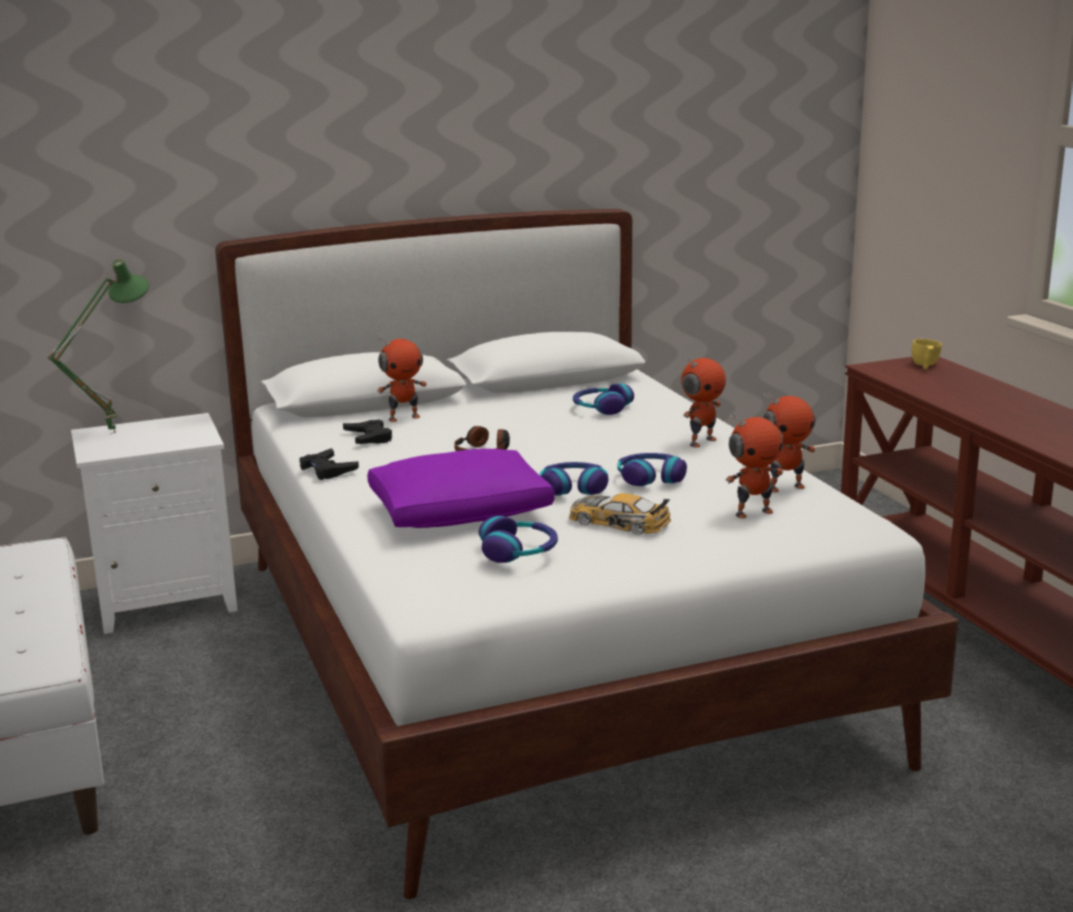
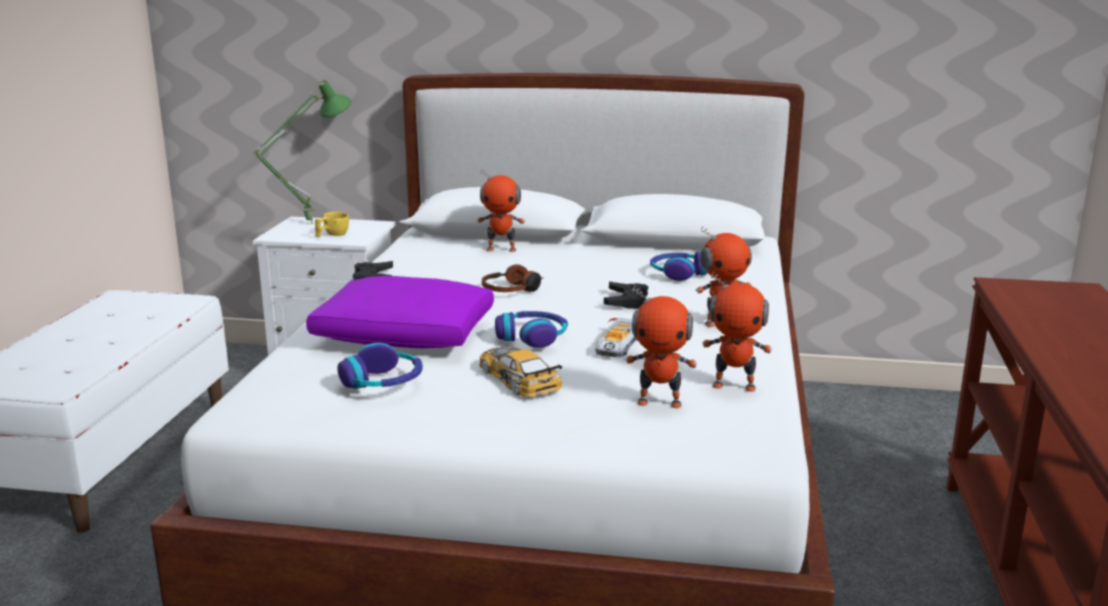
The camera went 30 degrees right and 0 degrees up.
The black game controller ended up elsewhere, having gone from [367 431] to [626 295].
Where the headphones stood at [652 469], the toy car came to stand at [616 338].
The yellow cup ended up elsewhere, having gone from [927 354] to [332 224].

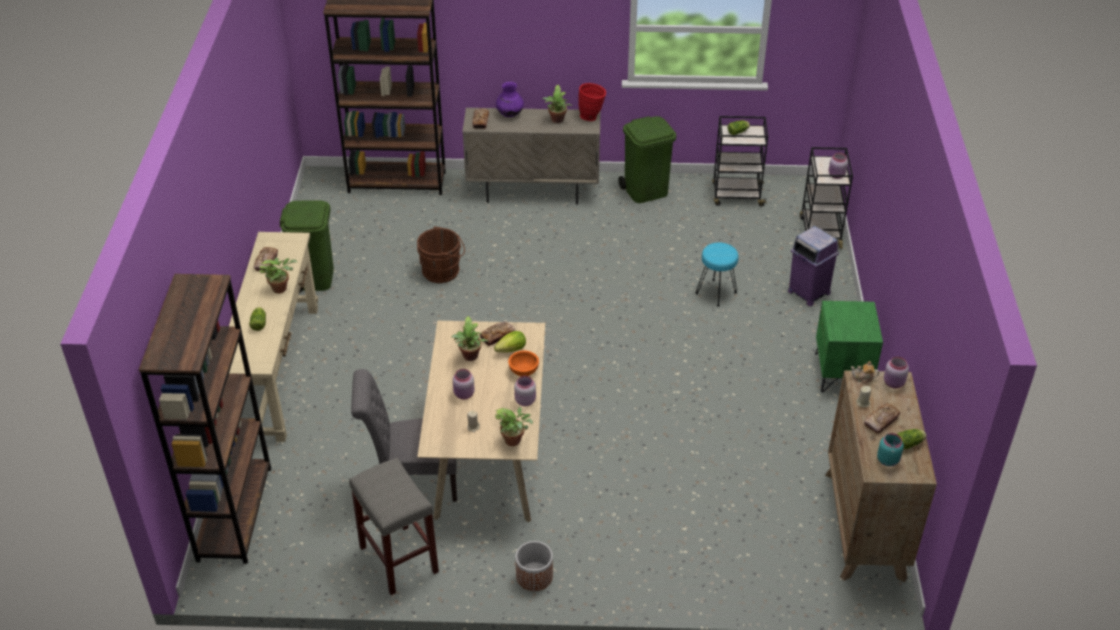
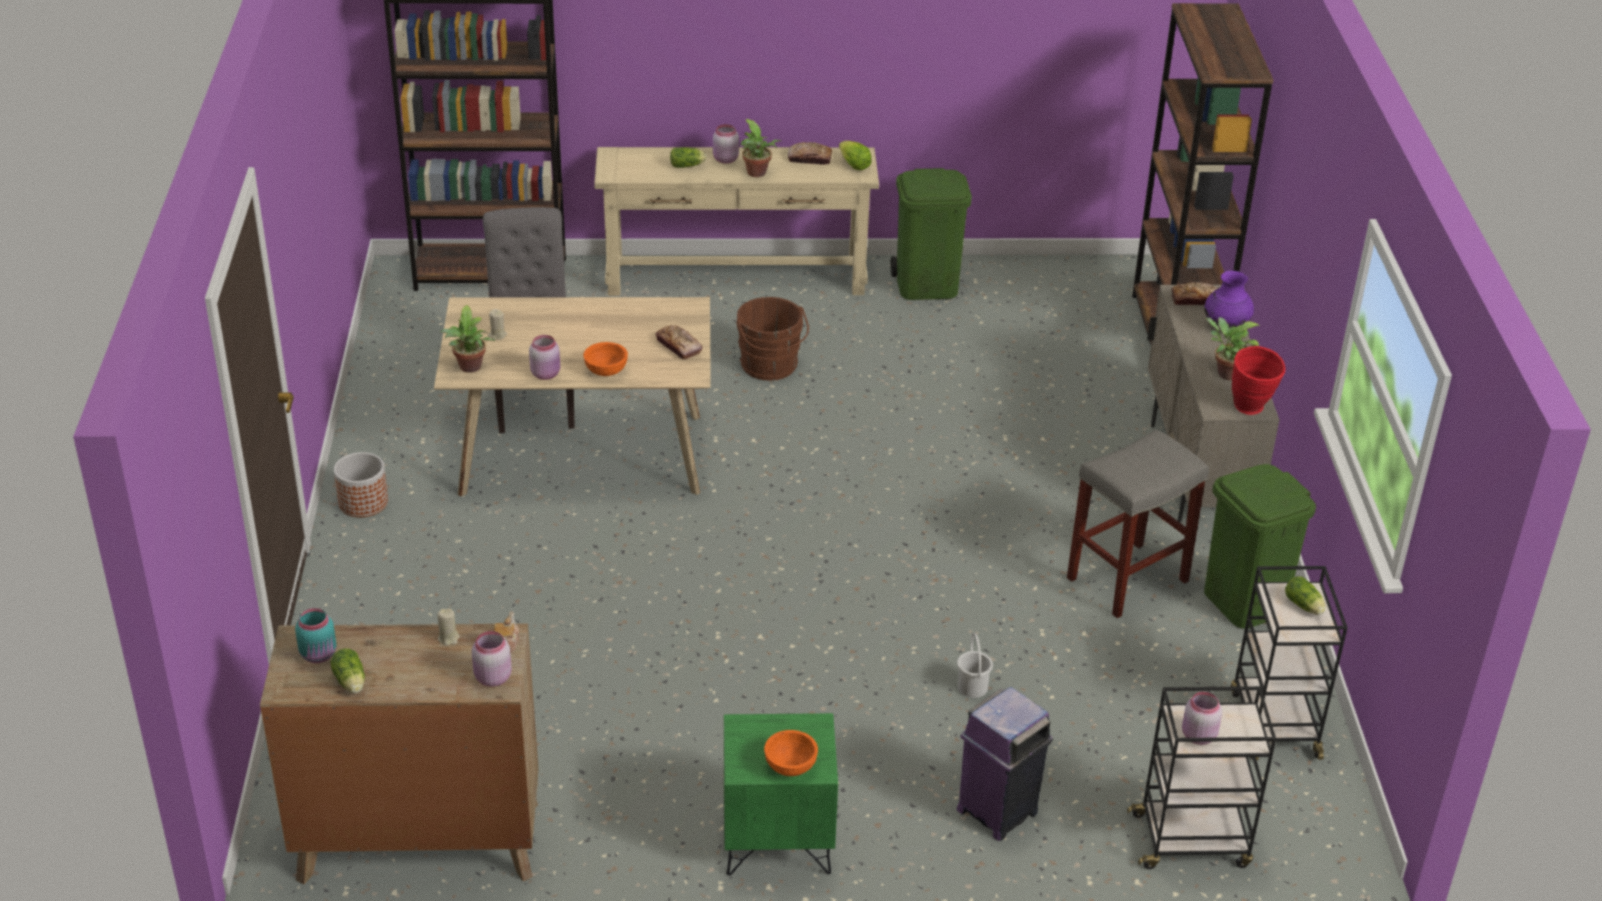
The camera went 85 degrees right and 5 degrees down.
The grey stool ended up elsewhere, having gone from [394 526] to [1138 523].
The brown bucket ended up elsewhere, having gone from [441 254] to [772 339].
The second view lost the potted plant at [470 338].
The pink jar ended up elsewhere, having gone from [464 384] to [726 144].
The lettuce ended up elsewhere, having gone from [510 342] to [855 155].
Where the turquoise stool stood at [717 274], the white bucket came to stand at [975 665].
The second view lost the bread at [882 418].
The second view gained the orange bowl at [791 753].

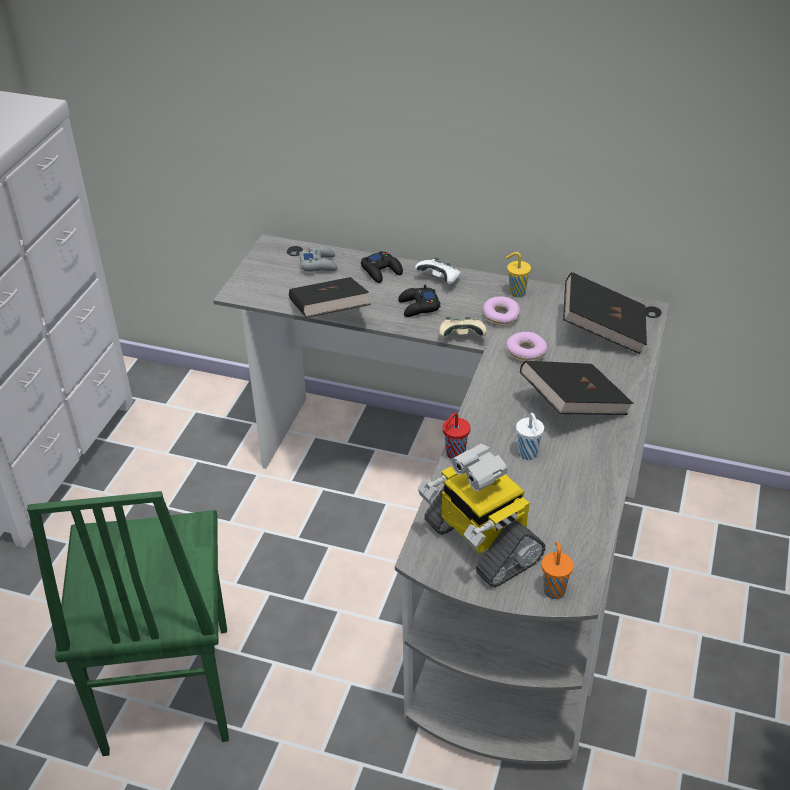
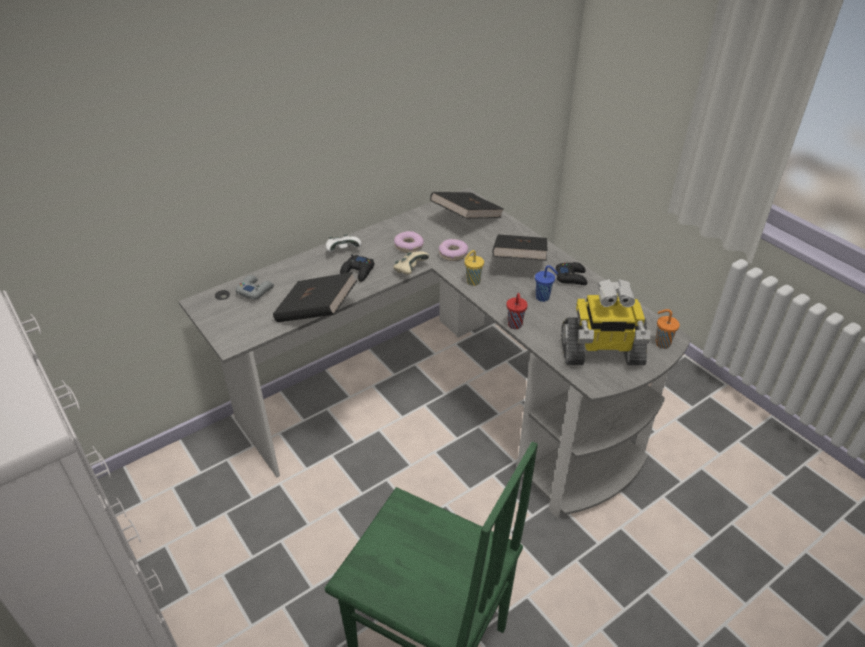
The camera went 55 degrees left and 0 degrees up.
The black game controller ended up elsewhere, having gone from [382 267] to [572 273].
The yellow cup ended up elsewhere, having gone from [518 274] to [474 268].
What was the white cup at [530 436] turned into the blue cup at [546 283].

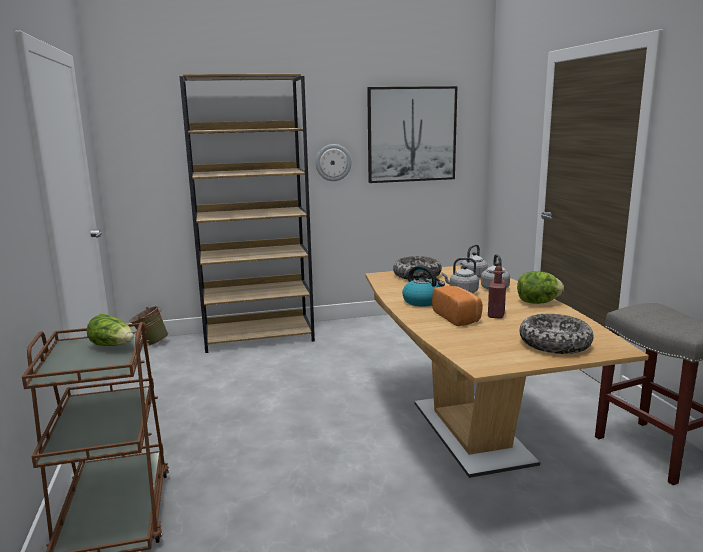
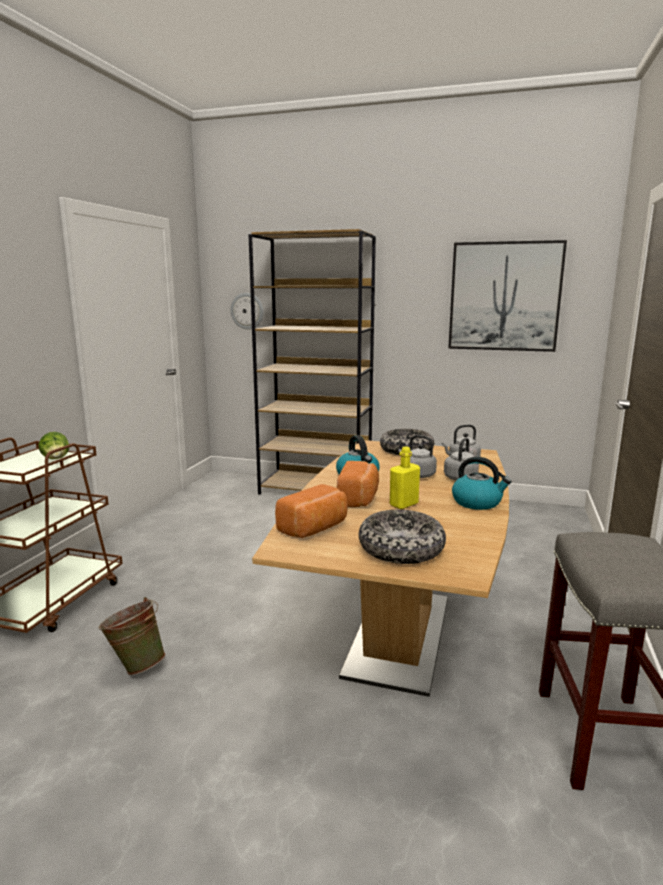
The camera went 30 degrees right and 0 degrees up.
The green bucket ended up elsewhere, having gone from [149 325] to [132 636].
The wall clock ended up elsewhere, having gone from [334 162] to [247 311].
What was the red bottle at [497 292] turned into the yellow bottle at [405 477].
Where the lettuce stood at [540 287], the kettle came to stand at [482 483].
The second view gained the bread at [311 511].

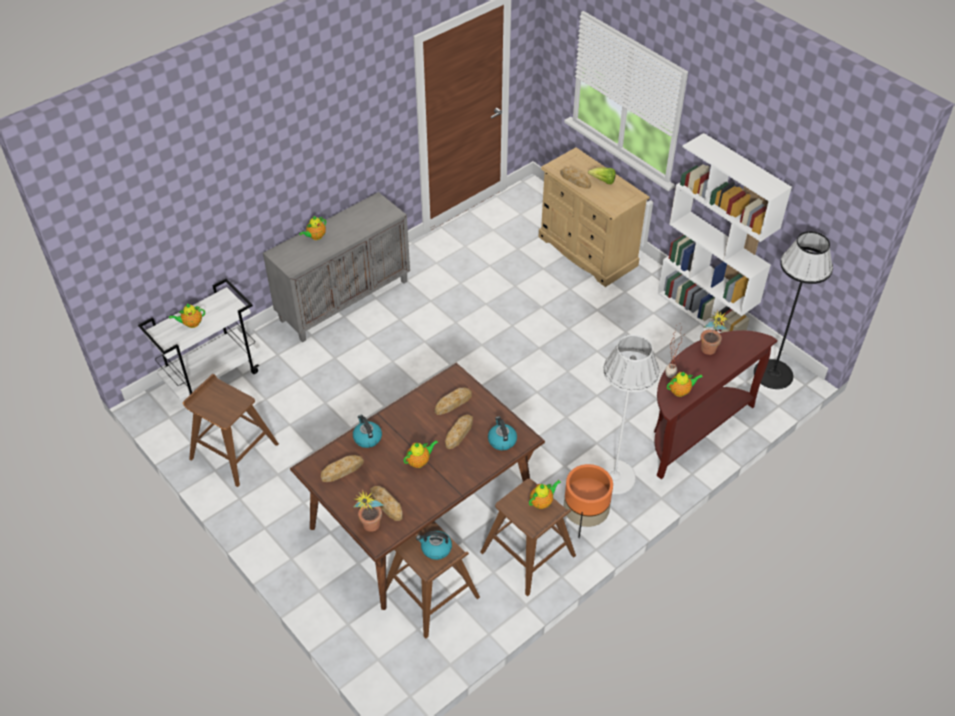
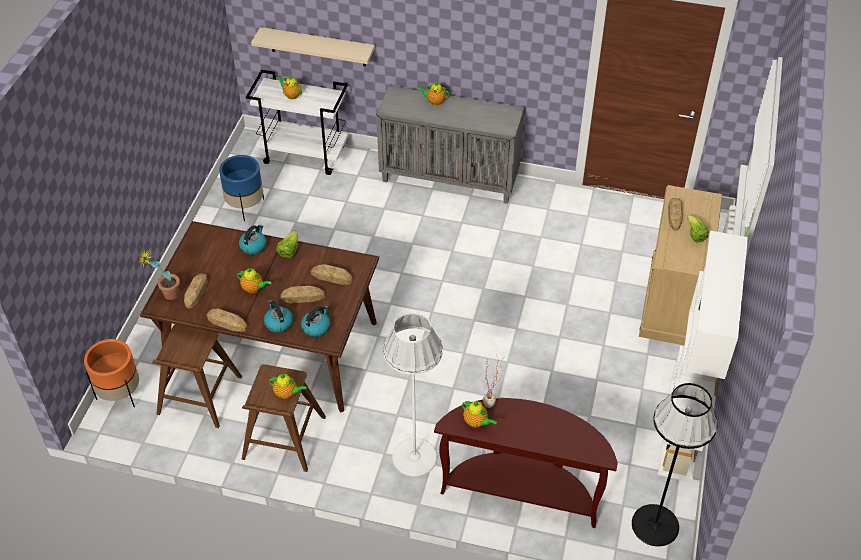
The camera went 55 degrees right and 0 degrees up.
Where the brown stool stood at [231 430], the blue planter came to stand at [241 188].
The bread ended up elsewhere, having gone from [342 468] to [227 320].
The kettle ended up elsewhere, having gone from [434 545] to [278 316].
The orange planter ended up elsewhere, having gone from [588 501] to [111 373].
The second view lost the potted plant at [714 332].
The second view gained the beige shelf at [313 46].
The second view gained the lettuce at [287 244].

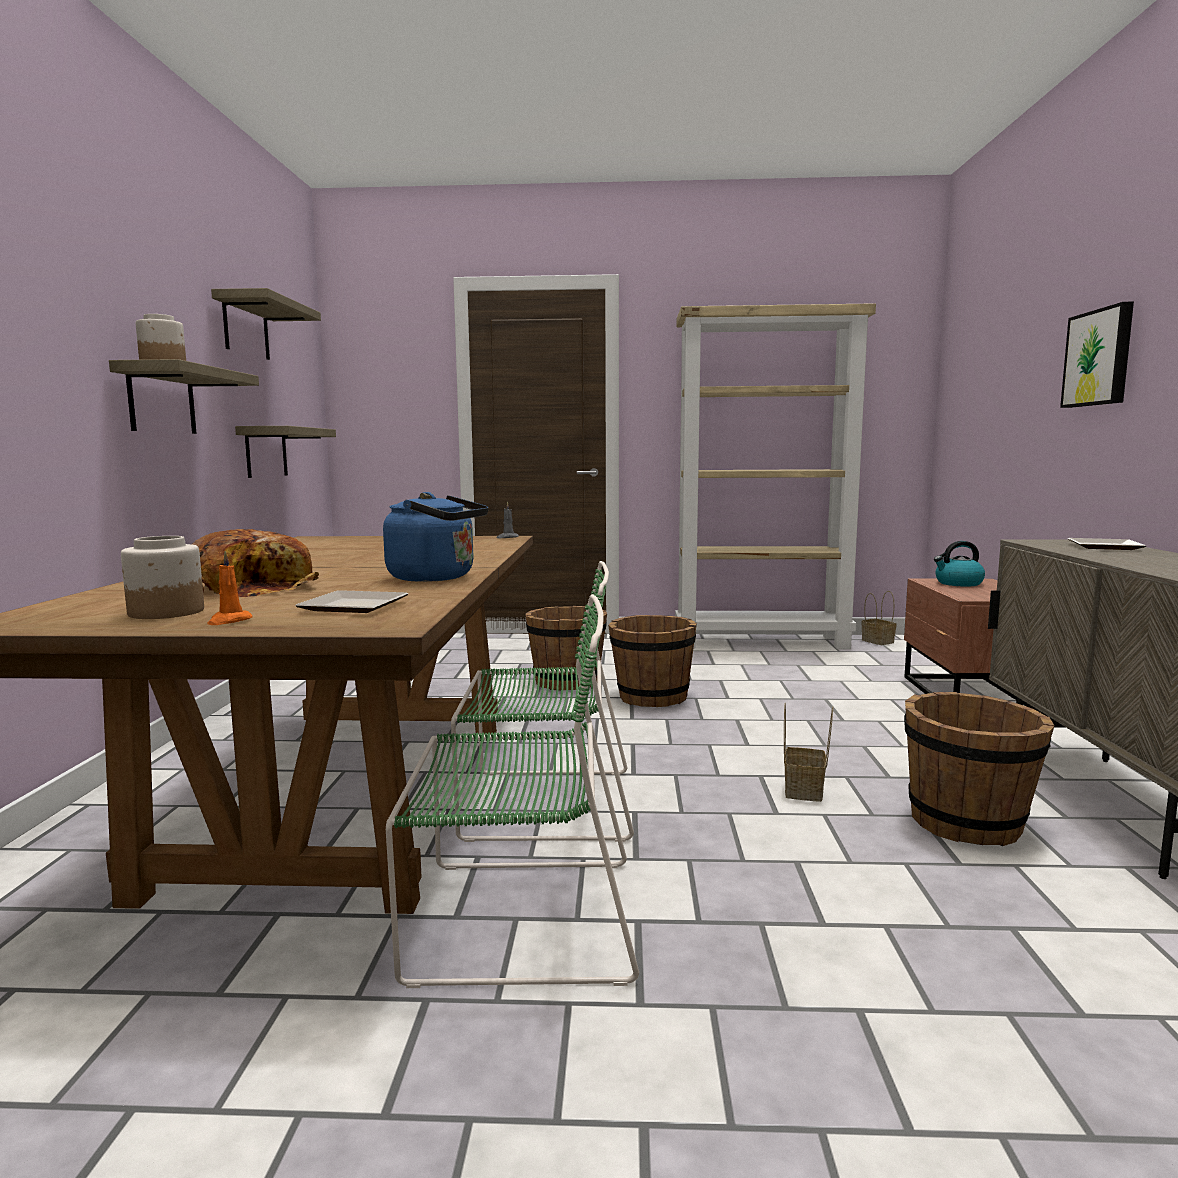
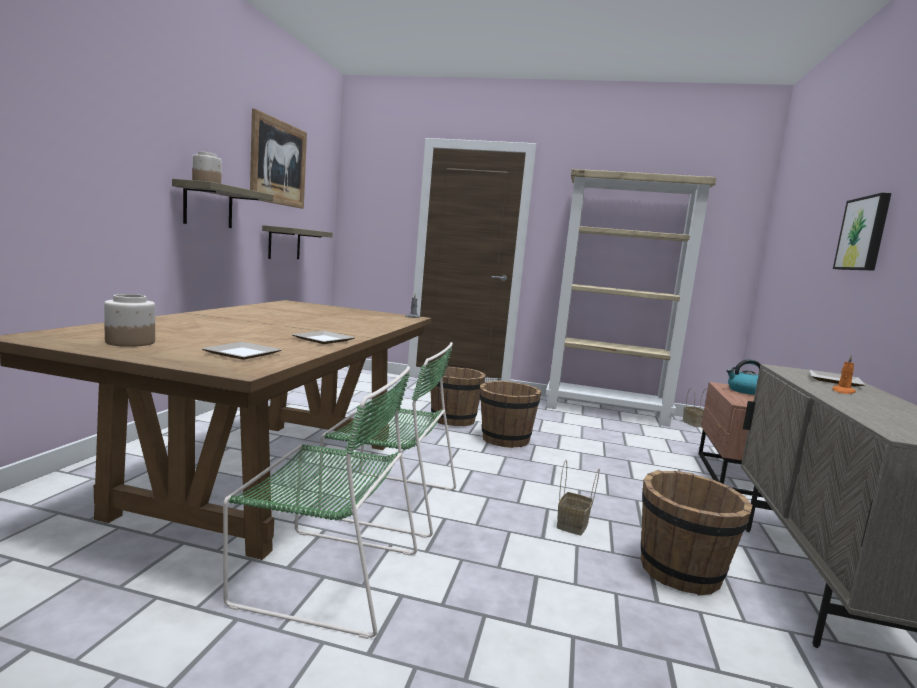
The camera went 10 degrees right and 0 degrees up.
The second view lost the bread at [255 563].
The orange candle ended up elsewhere, having gone from [229 588] to [844 374].
Where the shelf hung at [266 324], the picture came to hang at [278 159].
Where the blue kettle stood at [435 537], the plate came to stand at [323 337].

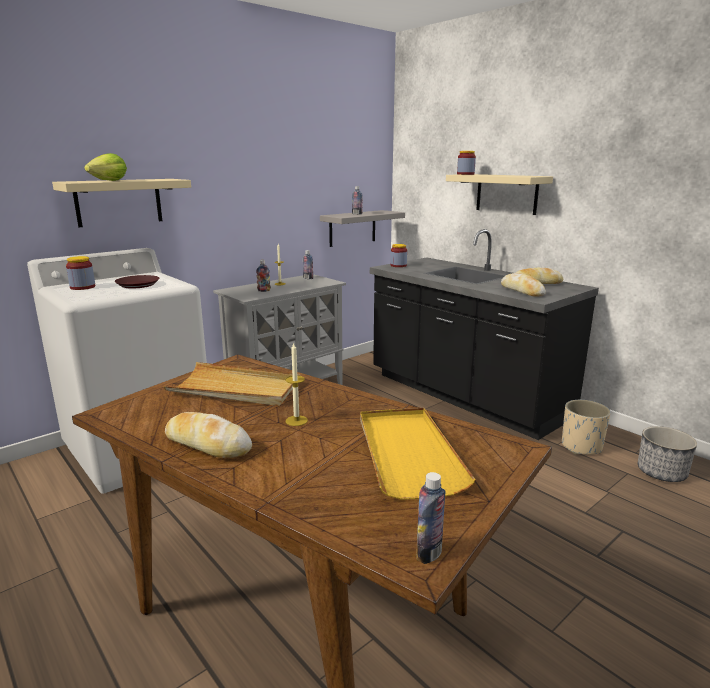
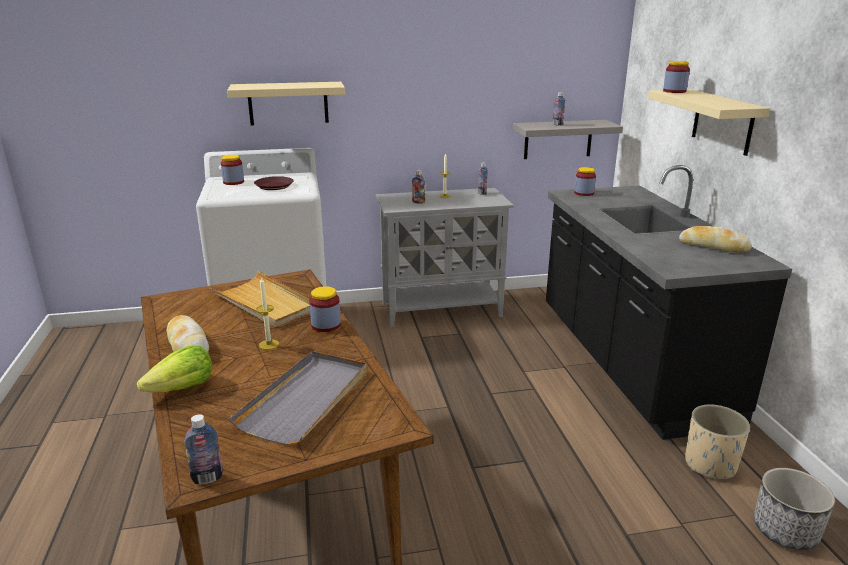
The camera went 30 degrees right and 5 degrees up.
The lettuce ended up elsewhere, having gone from [105 167] to [174 369].
What was the yellow tray at [418 454] turned into the grey tray at [298 398].
The second view lost the bread at [523 285].
The second view gained the jar at [325 309].

